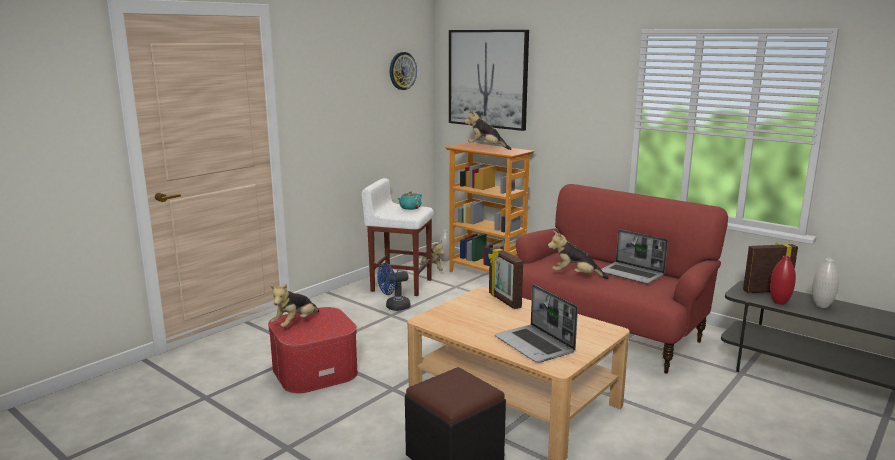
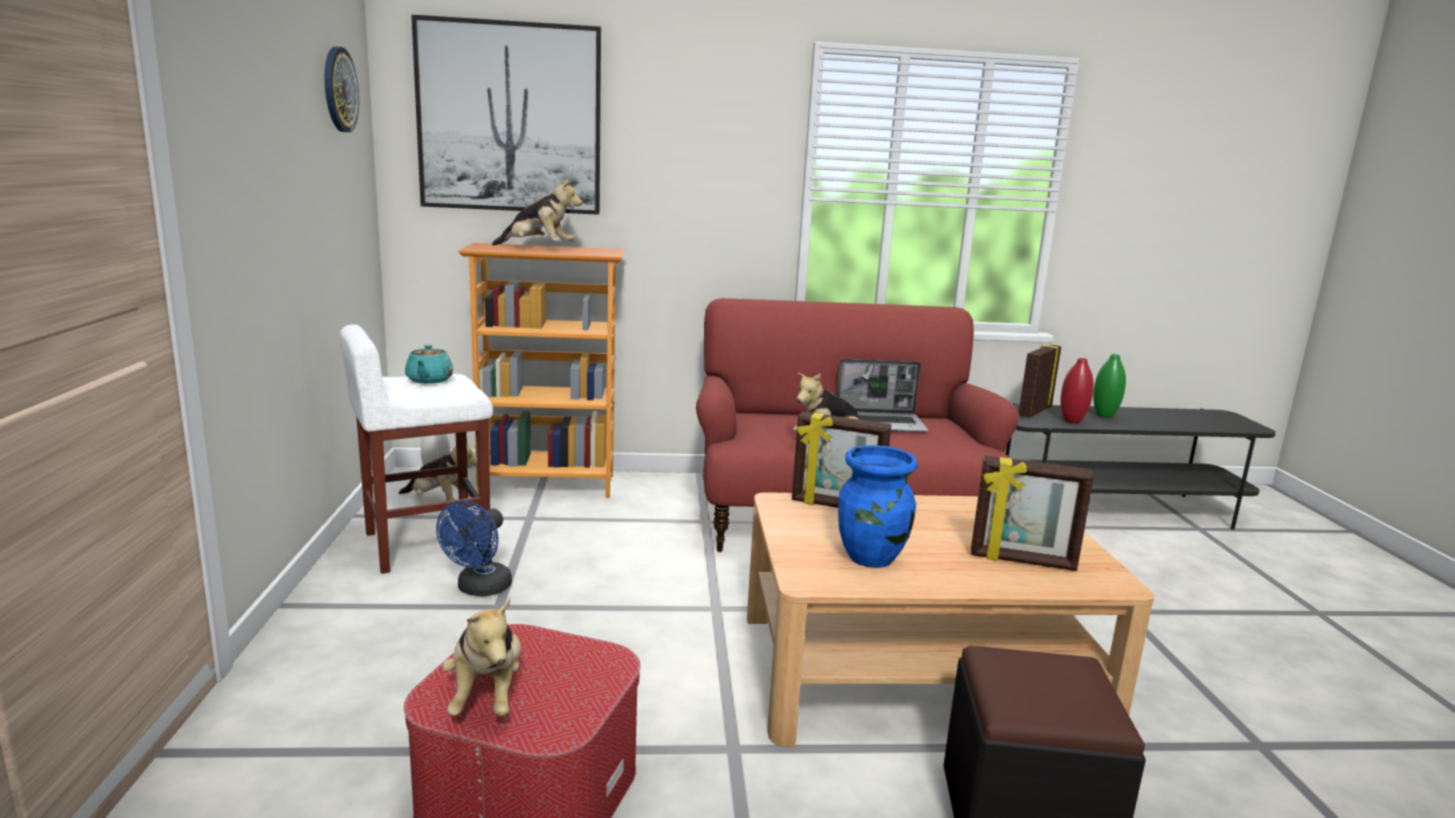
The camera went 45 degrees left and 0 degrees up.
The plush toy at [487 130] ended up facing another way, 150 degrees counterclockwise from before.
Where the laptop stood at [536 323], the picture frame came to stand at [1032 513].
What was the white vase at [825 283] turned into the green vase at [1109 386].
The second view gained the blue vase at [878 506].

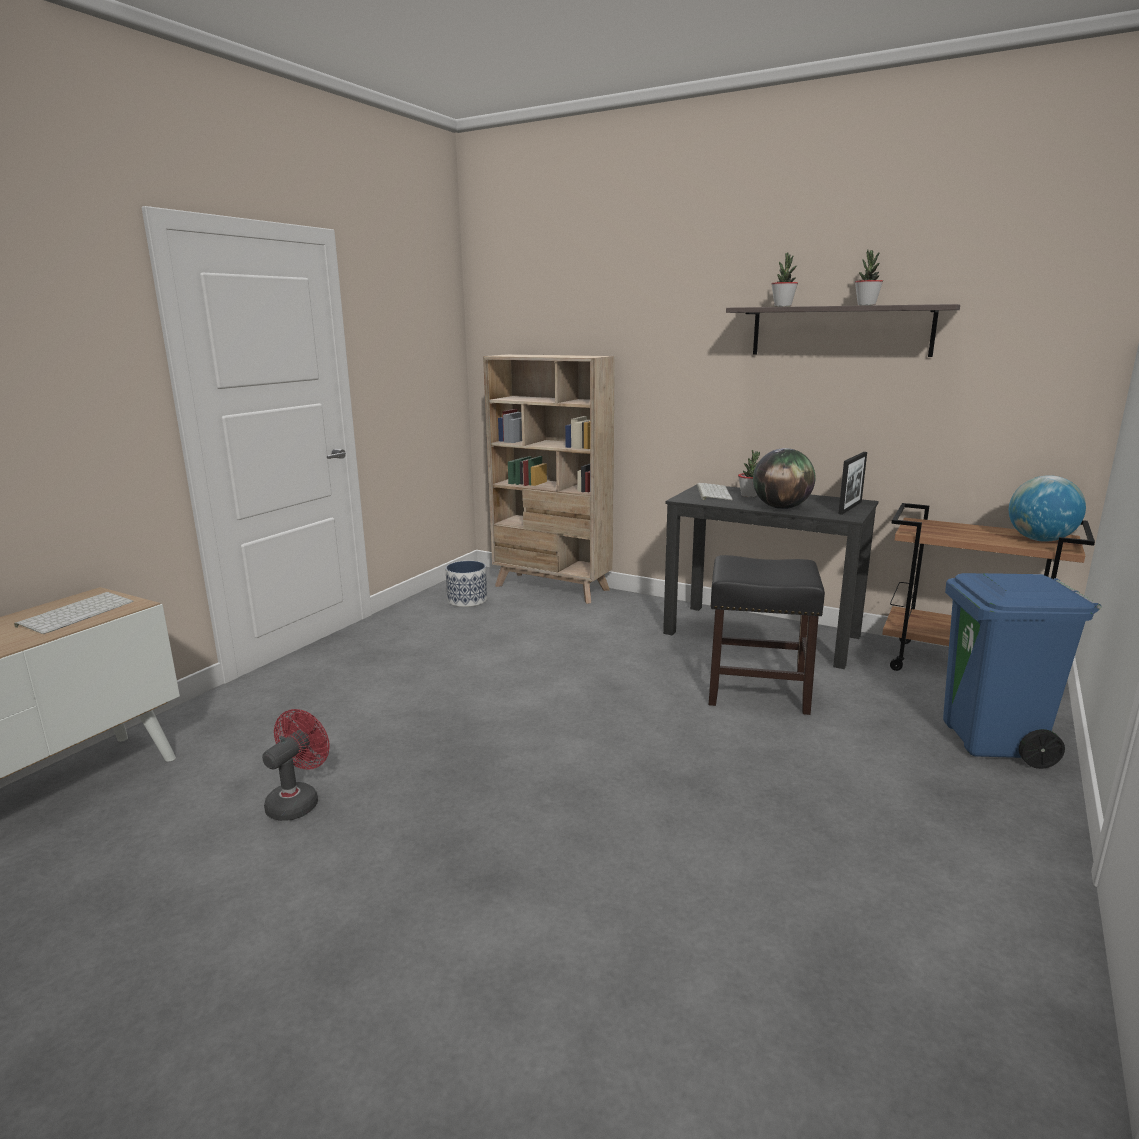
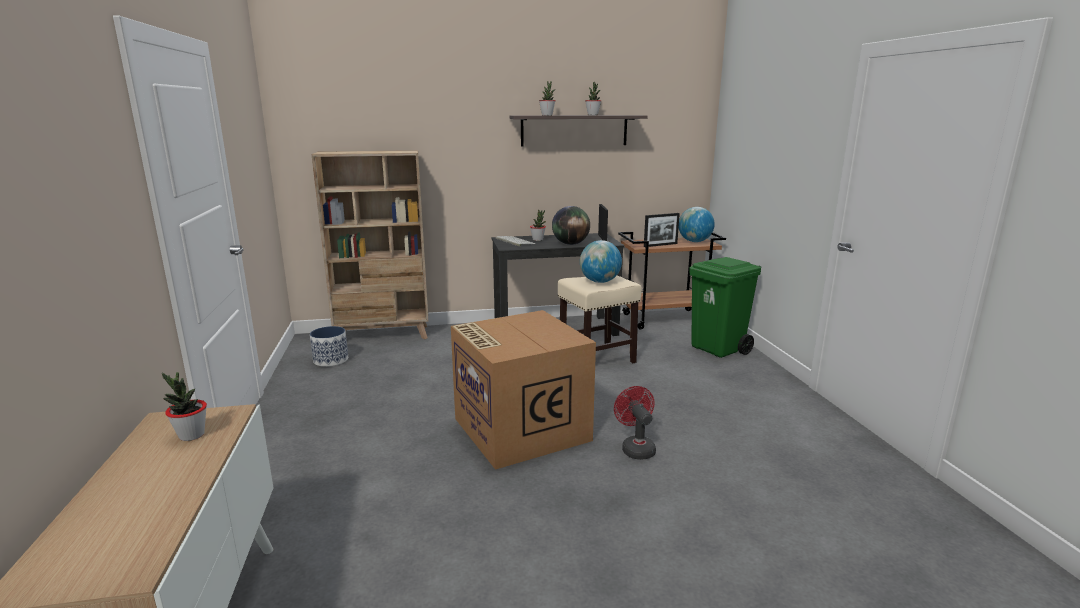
The camera went 40 degrees left and 0 degrees up.
Where the keyboard stood at [74 613], the potted plant came to stand at [184 406].
The red fan ended up elsewhere, having gone from [296 765] to [635 423].
What was the black stool at [767 635] turned into the beige stool at [600 319].
What was the blue trash can at [1022 671] turned into the green trash can at [725 307].
The second view gained the cardboard box at [523 390].
The second view gained the globe at [601 261].
The second view gained the picture frame at [662 230].

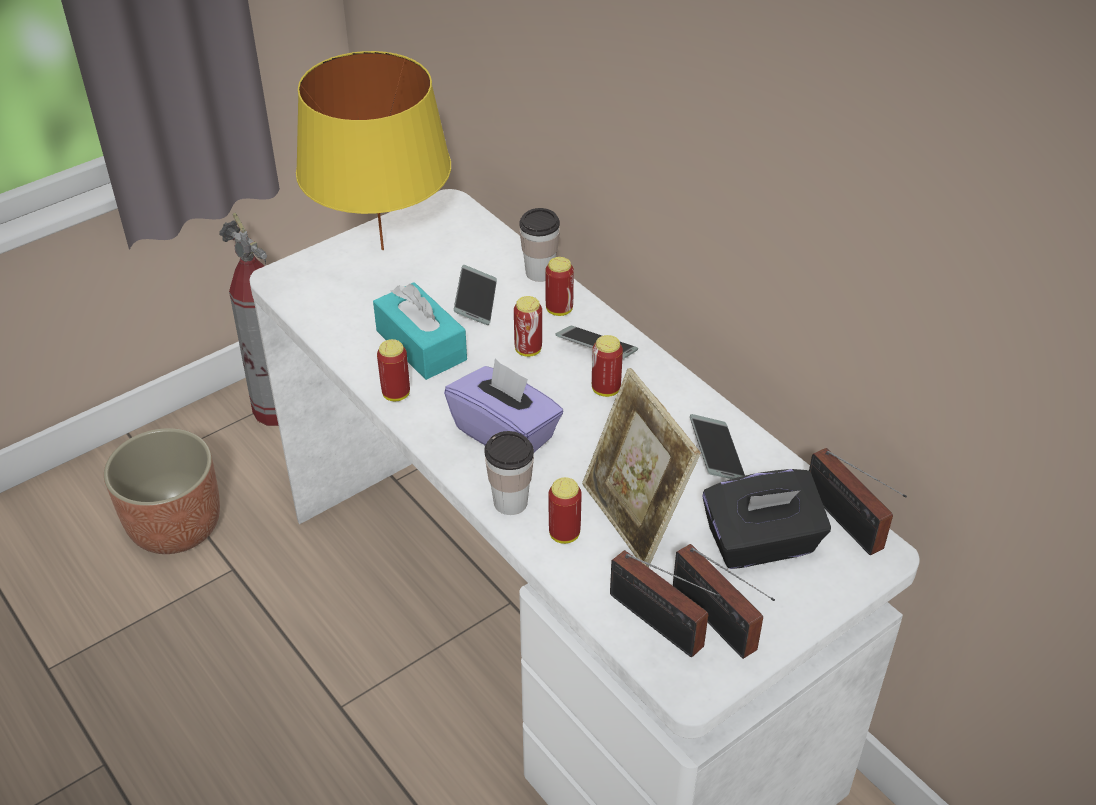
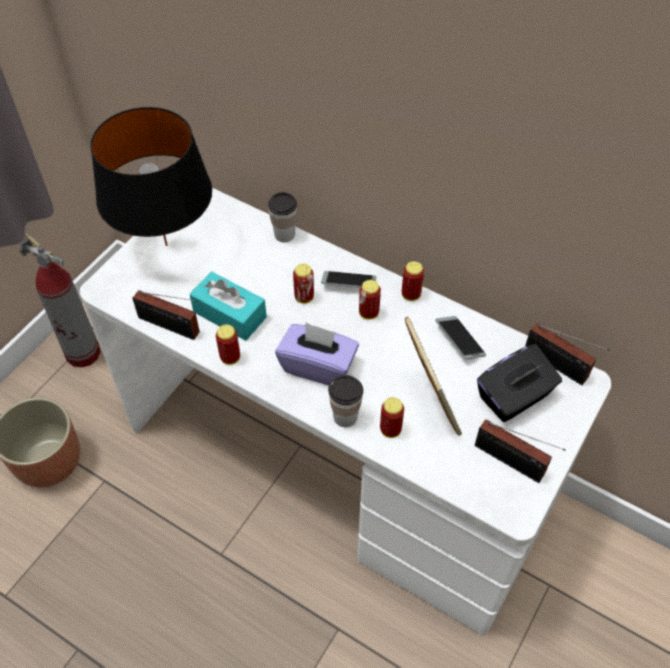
The camera went 20 degrees left and 10 degrees up.
What was the yellow table lamp at [373 150] turned into the black table lamp at [151 176].
The second view lost the phone at [475 295].
The can ended up elsewhere, having gone from [560 286] to [413 281].
The picture frame at [641 467] ended up facing another way, 150 degrees counterclockwise from before.
The radio ended up elsewhere, having gone from [665 603] to [166 315].

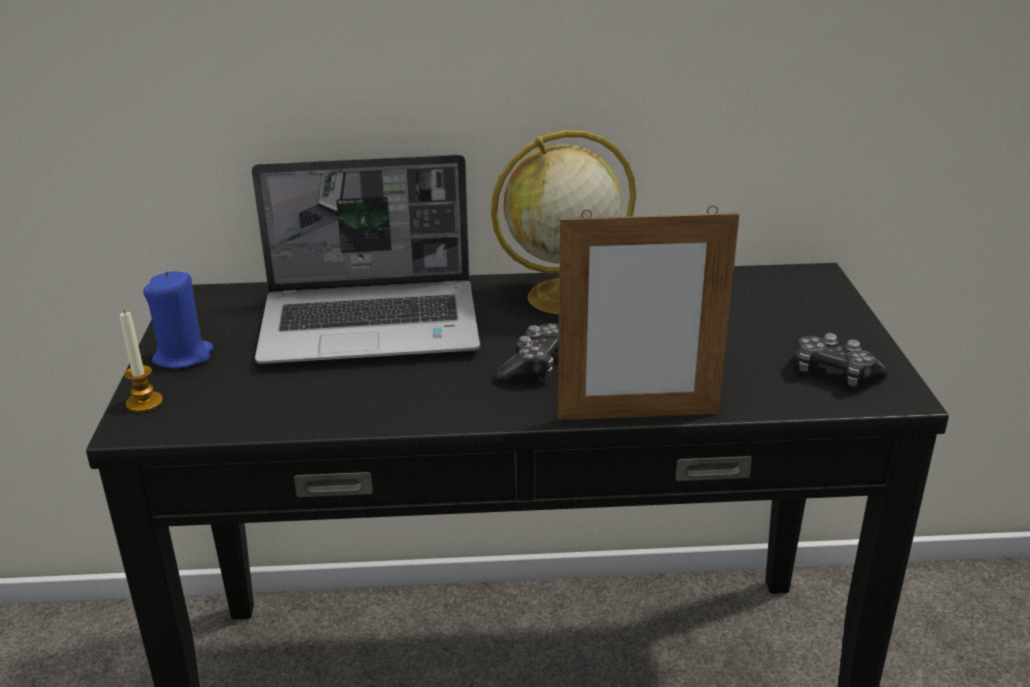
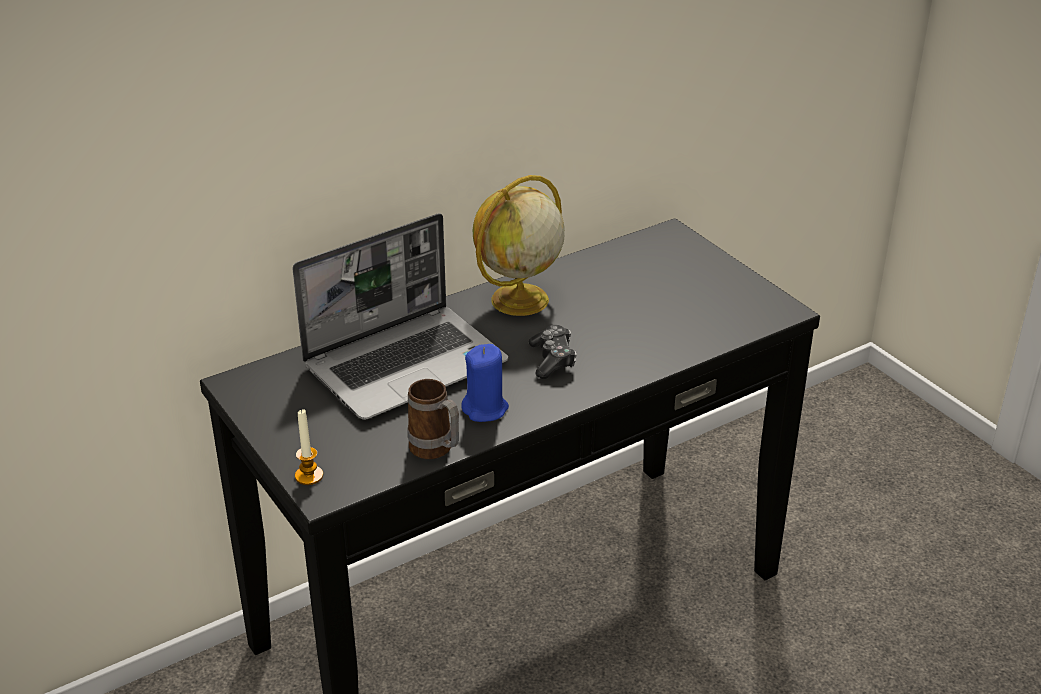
The camera went 30 degrees left and 5 degrees up.
The blue candle ended up elsewhere, having gone from [178 320] to [485 383].
The second view lost the picture frame at [648 313].
The second view lost the game controller at [842 360].
The second view gained the mug at [433 419].

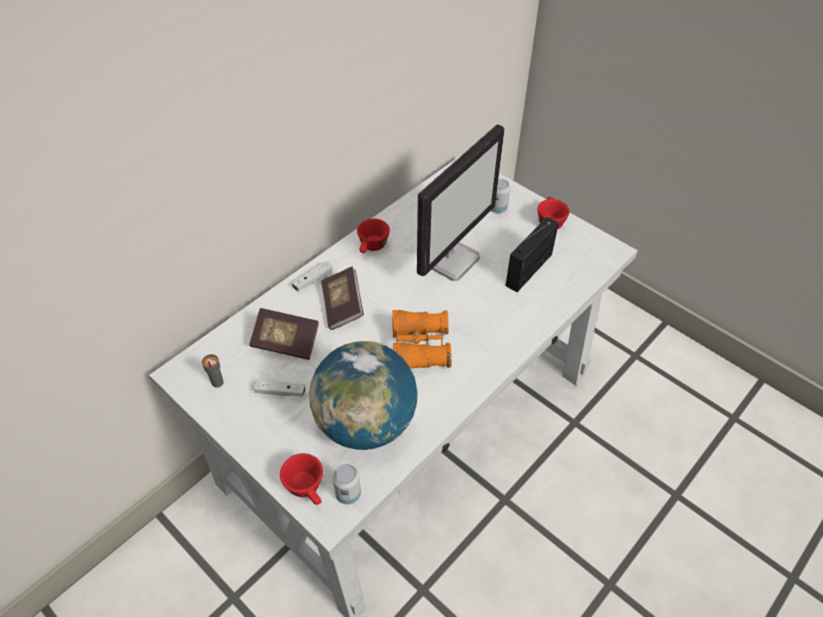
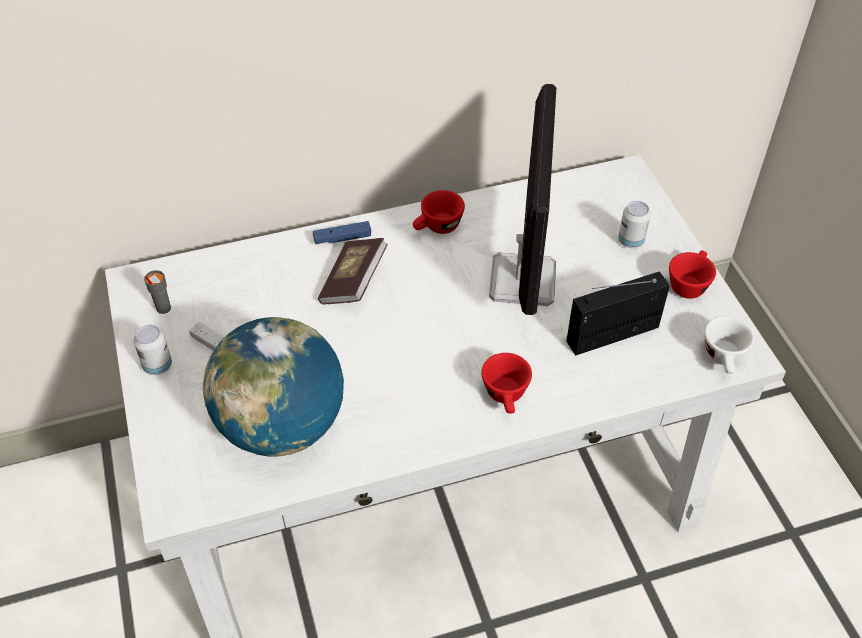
The camera went 30 degrees right and 0 degrees up.
The second view lost the book at [284 334].
The red cup ended up elsewhere, having gone from [301 479] to [506 383].
What was the white game controller at [312 276] turned into the blue game controller at [342 232].
The can ended up elsewhere, having gone from [347 484] to [153 350].
The second view lost the orange binoculars at [422 339].
The monitor at [460 202] ended up facing another way, 60 degrees counterclockwise from before.
The second view gained the white cup at [729 345].

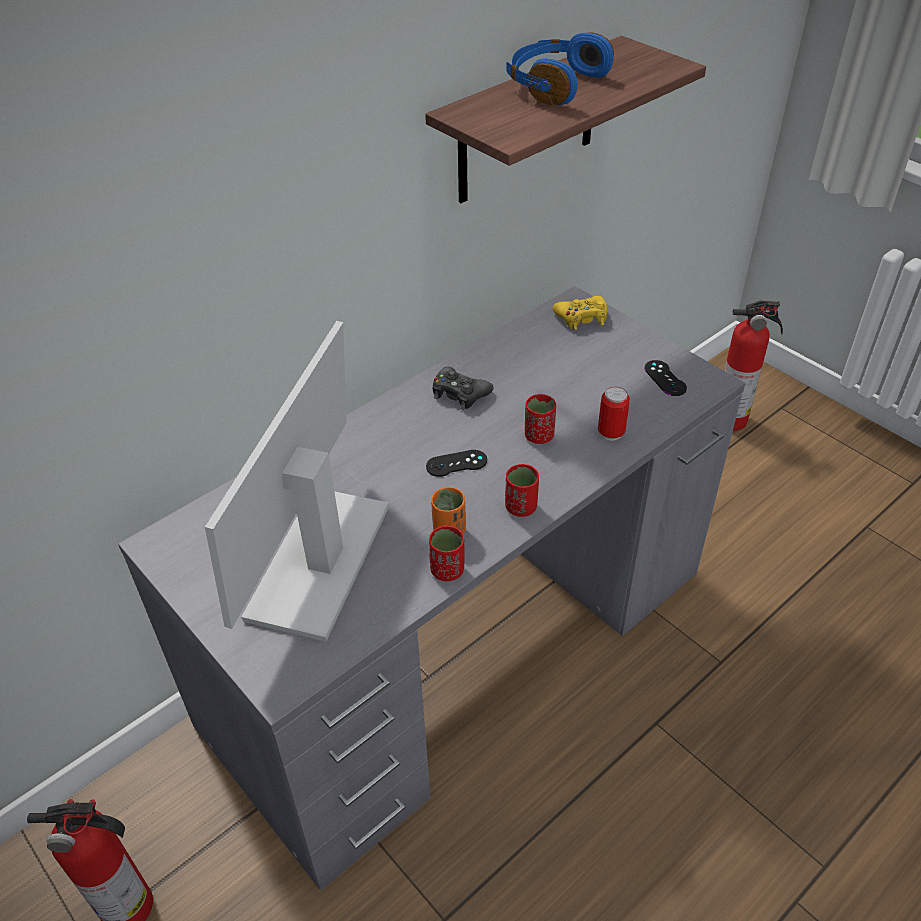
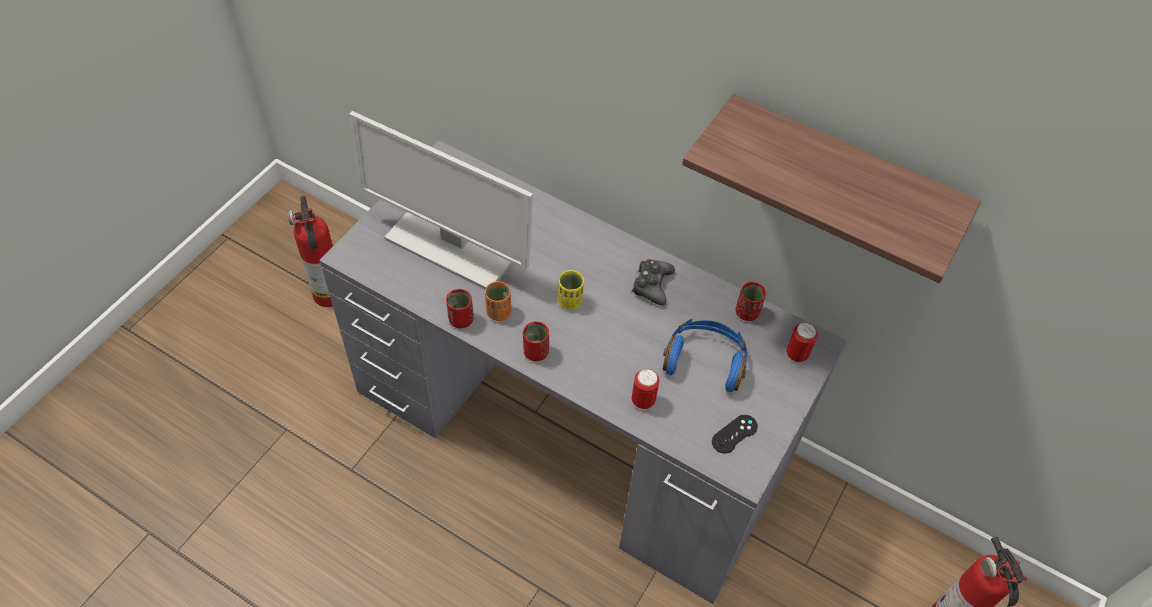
The camera went 70 degrees right and 10 degrees up.
The monitor at [297 481] ended up facing another way, 150 degrees counterclockwise from before.
Where the black game controller stood at [456 463], the yellow cup came to stand at [571 290].
The blue headphones ended up elsewhere, having gone from [560 69] to [705 355].
The red cup ended up elsewhere, having gone from [540 419] to [751 301].
Where the yellow game controller stood at [580 313], the can came to stand at [802 342].

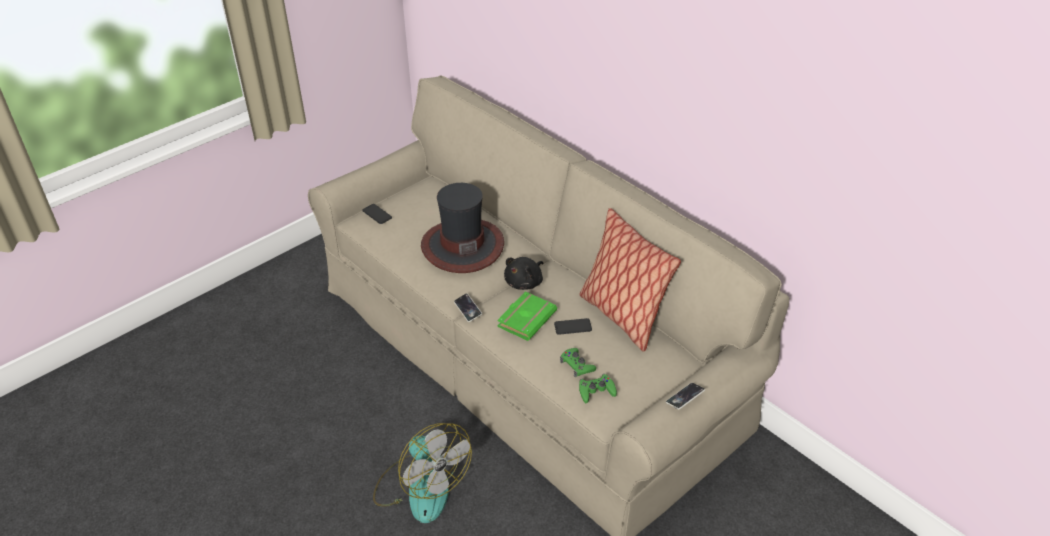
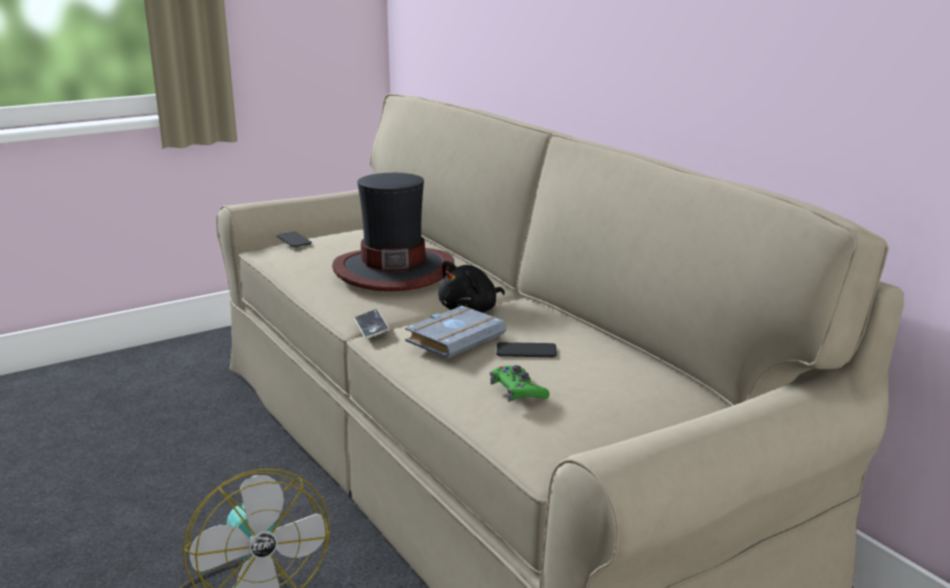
The camera went 10 degrees right and 20 degrees down.
What was the green book at [527 316] turned into the grey book at [456 332].
The second view lost the pillow at [630 280].
The second view lost the green game controller at [598 388].
The second view lost the phone at [685 396].

